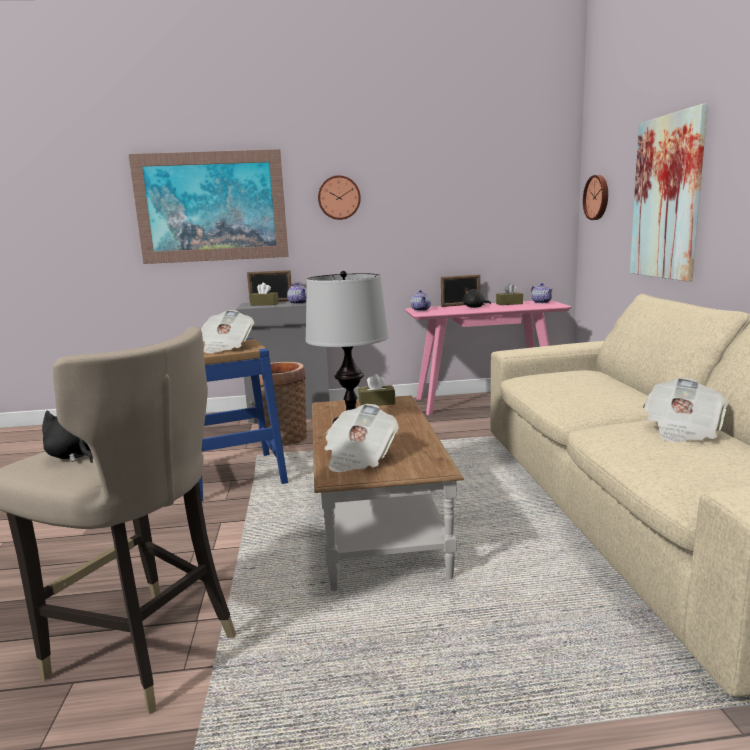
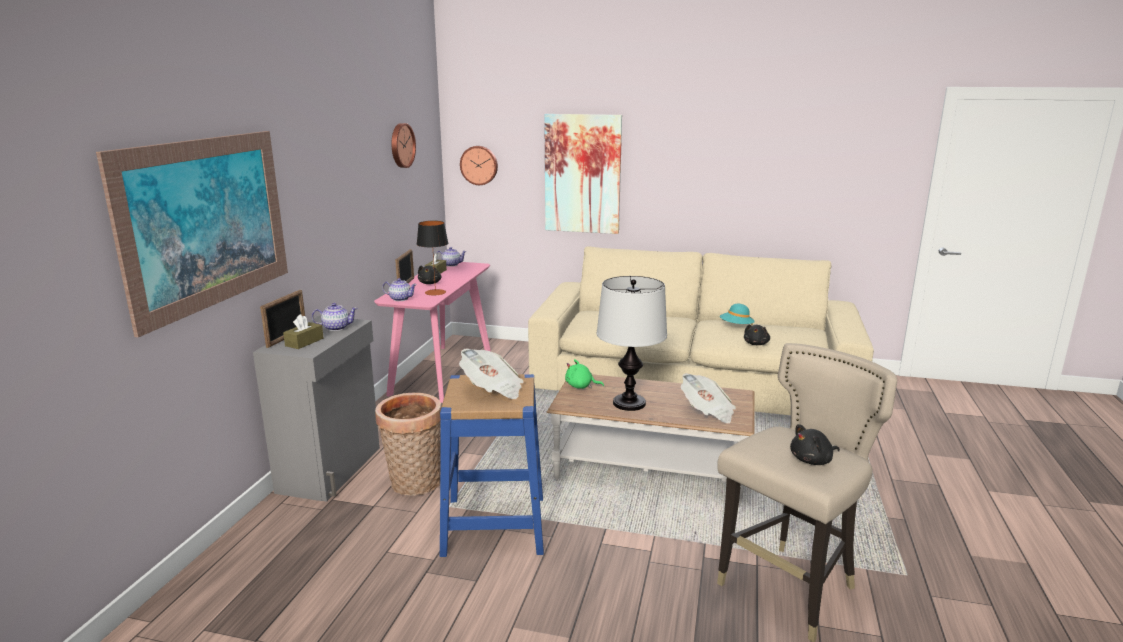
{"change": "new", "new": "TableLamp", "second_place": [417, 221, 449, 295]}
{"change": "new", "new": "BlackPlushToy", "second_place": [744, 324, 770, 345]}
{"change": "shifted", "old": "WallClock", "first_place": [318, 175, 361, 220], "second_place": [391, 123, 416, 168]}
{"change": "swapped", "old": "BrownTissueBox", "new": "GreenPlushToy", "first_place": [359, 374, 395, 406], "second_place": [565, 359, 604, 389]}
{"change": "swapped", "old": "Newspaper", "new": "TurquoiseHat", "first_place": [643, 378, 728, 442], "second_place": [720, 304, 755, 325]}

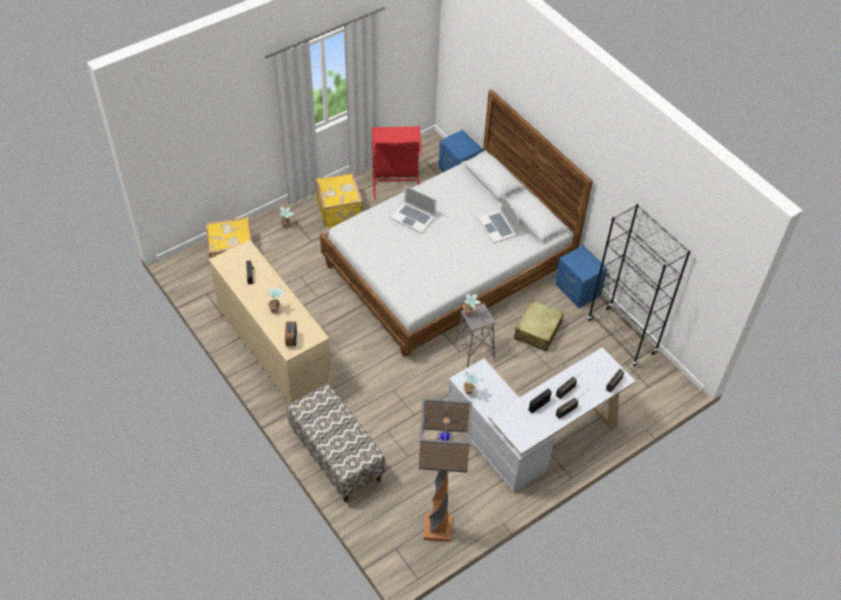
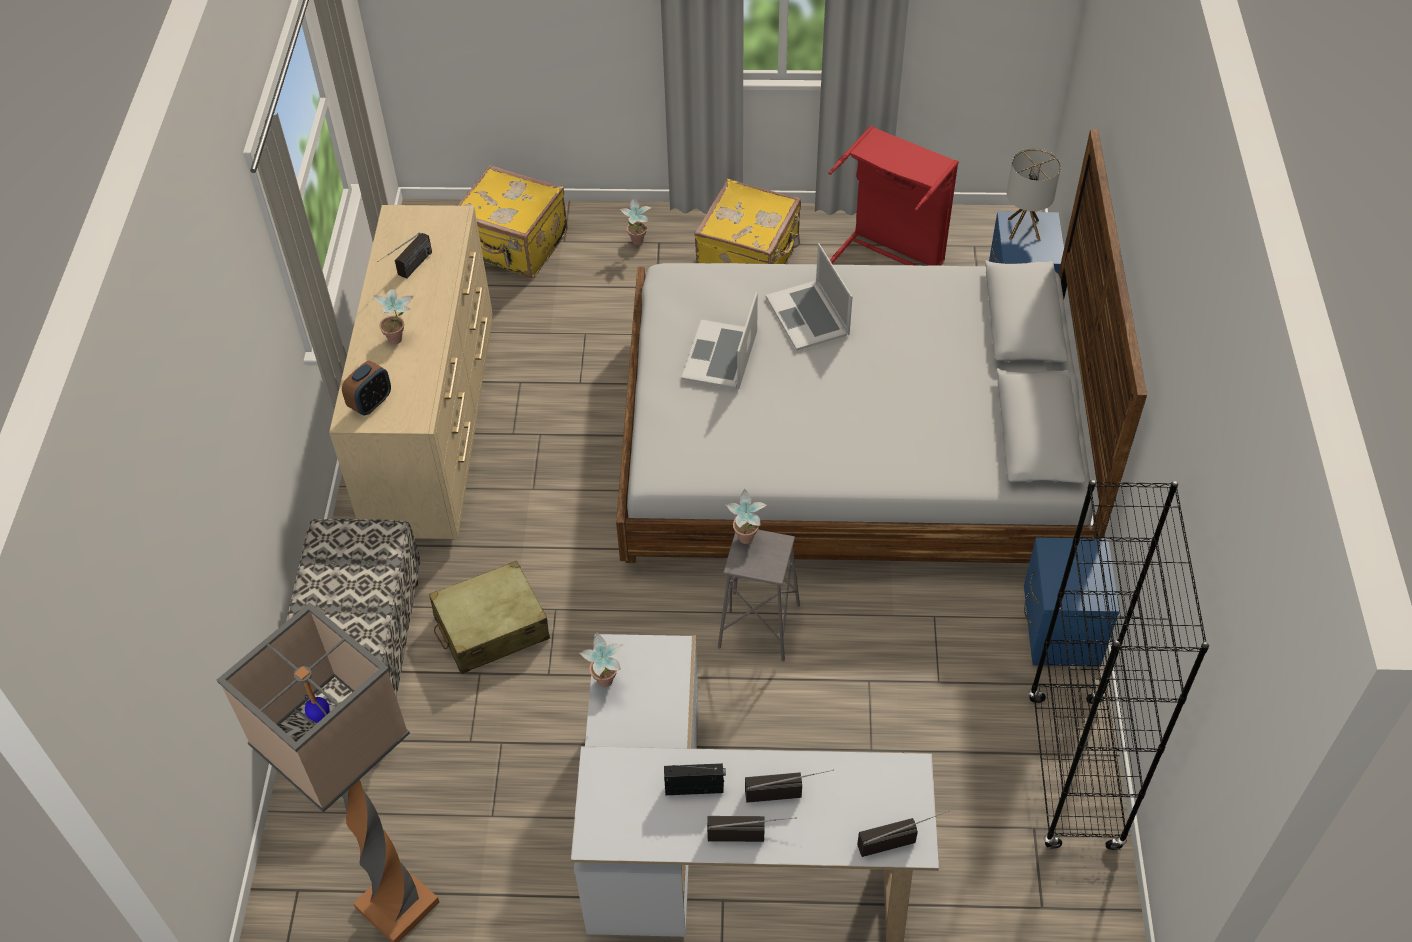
{"change": "new", "new": "TableLamp", "second_place": [1007, 148, 1061, 241]}
{"change": "shifted", "old": "Laptop", "first_place": [478, 194, 520, 243], "second_place": [681, 292, 758, 389]}
{"change": "shifted", "old": "BeigeSuitcase", "first_place": [514, 300, 564, 352], "second_place": [429, 561, 550, 674]}

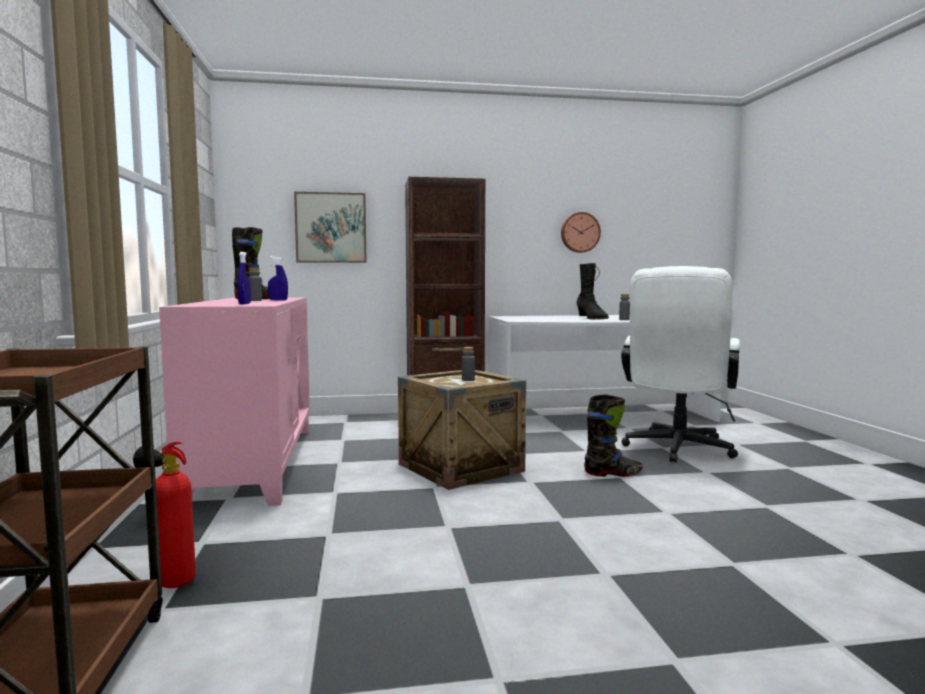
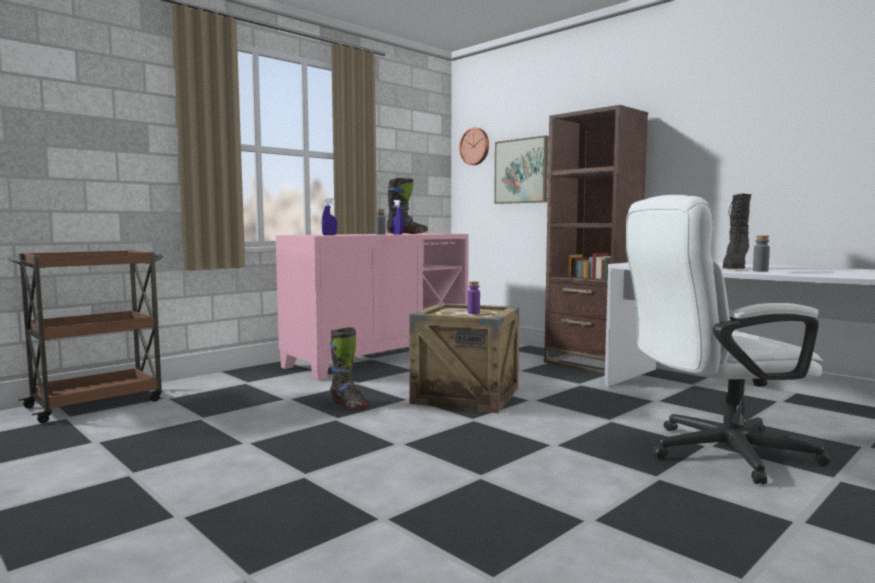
{"change": "gone", "old": "FireExtinguisher", "first_place": [133, 441, 196, 588]}
{"change": "shifted", "old": "WallClock", "first_place": [561, 212, 601, 253], "second_place": [459, 128, 489, 165]}
{"change": "shifted", "old": "BlackBoot", "first_place": [584, 394, 643, 477], "second_place": [330, 327, 368, 410]}
{"change": "repainted", "old": "GreyBottle", "new": "PurpleBottle", "first_place": [462, 347, 475, 381], "second_place": [468, 281, 480, 314]}

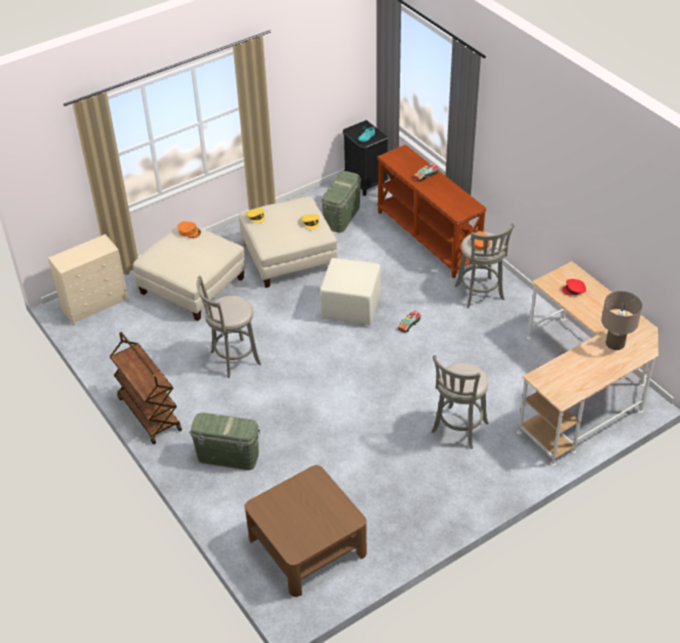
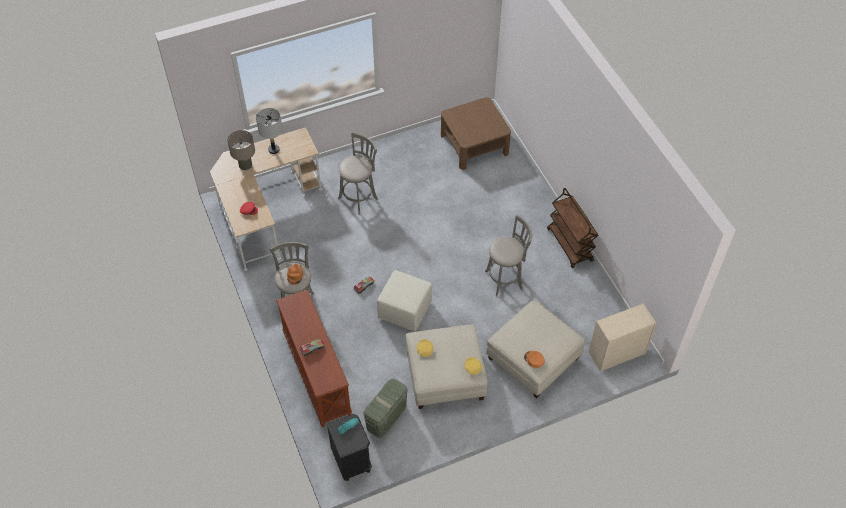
{"change": "gone", "old": "GreenStorageBox", "first_place": [189, 413, 260, 470]}
{"change": "new", "new": "GreyTableLamp", "second_place": [256, 108, 282, 154]}

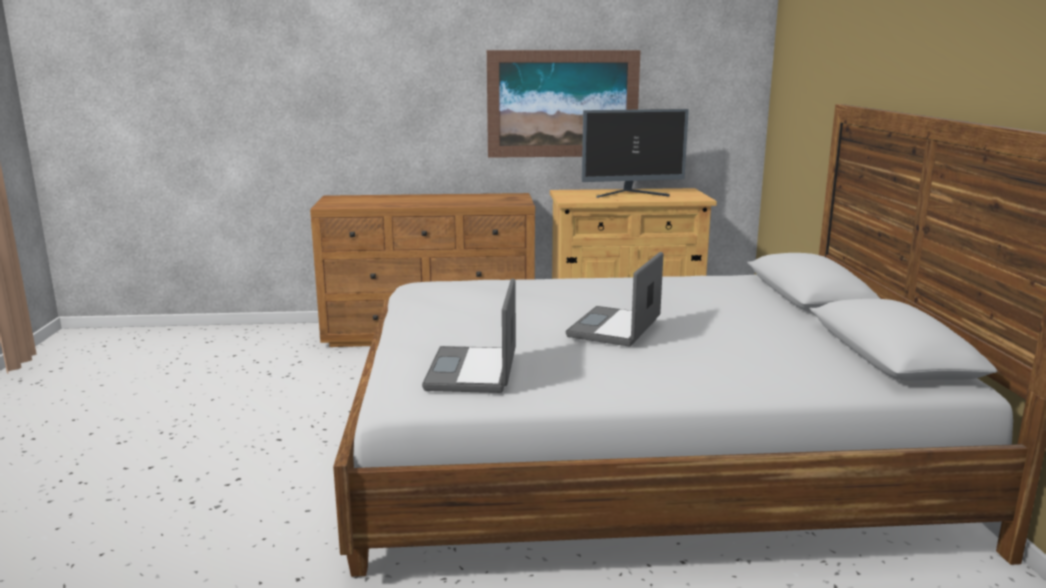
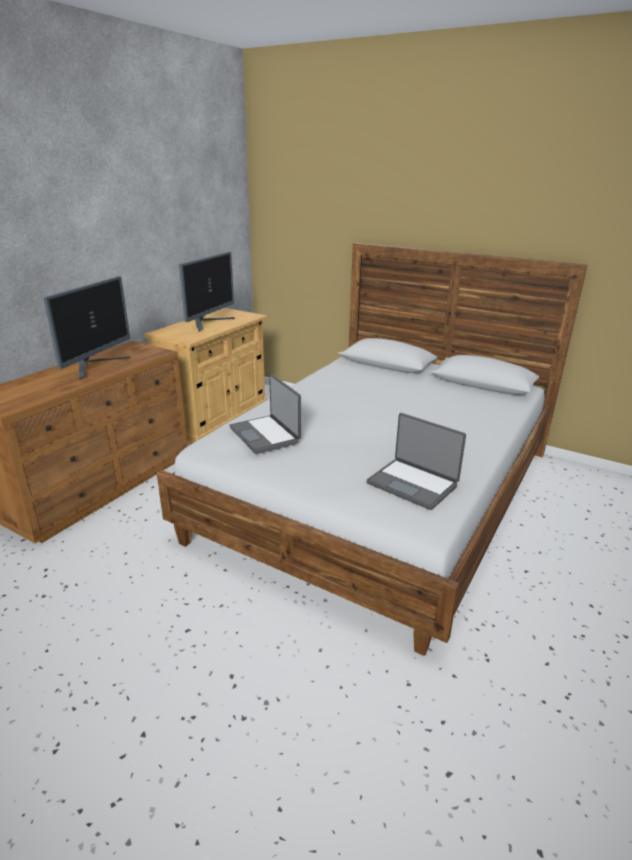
{"change": "gone", "old": "Picture", "first_place": [487, 50, 641, 158]}
{"change": "new", "new": "Monitor", "second_place": [43, 276, 130, 380]}
{"change": "shifted", "old": "Laptop", "first_place": [566, 252, 663, 346], "second_place": [229, 374, 301, 454]}

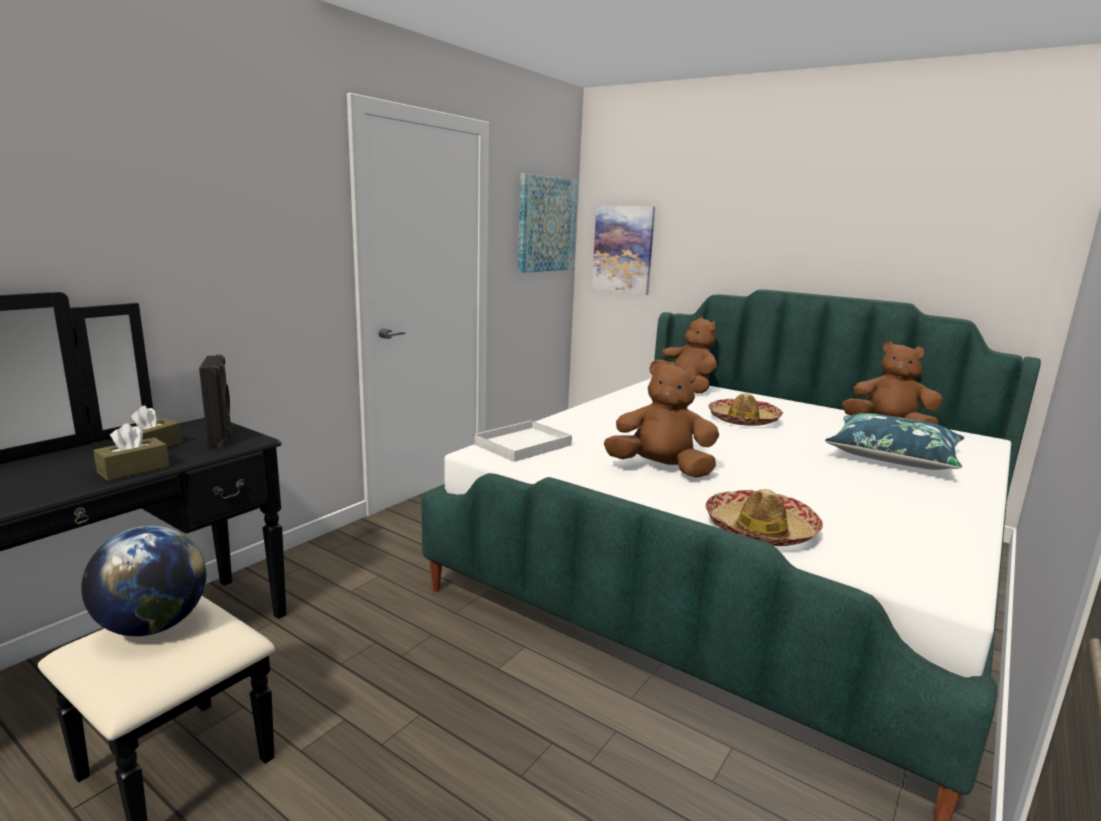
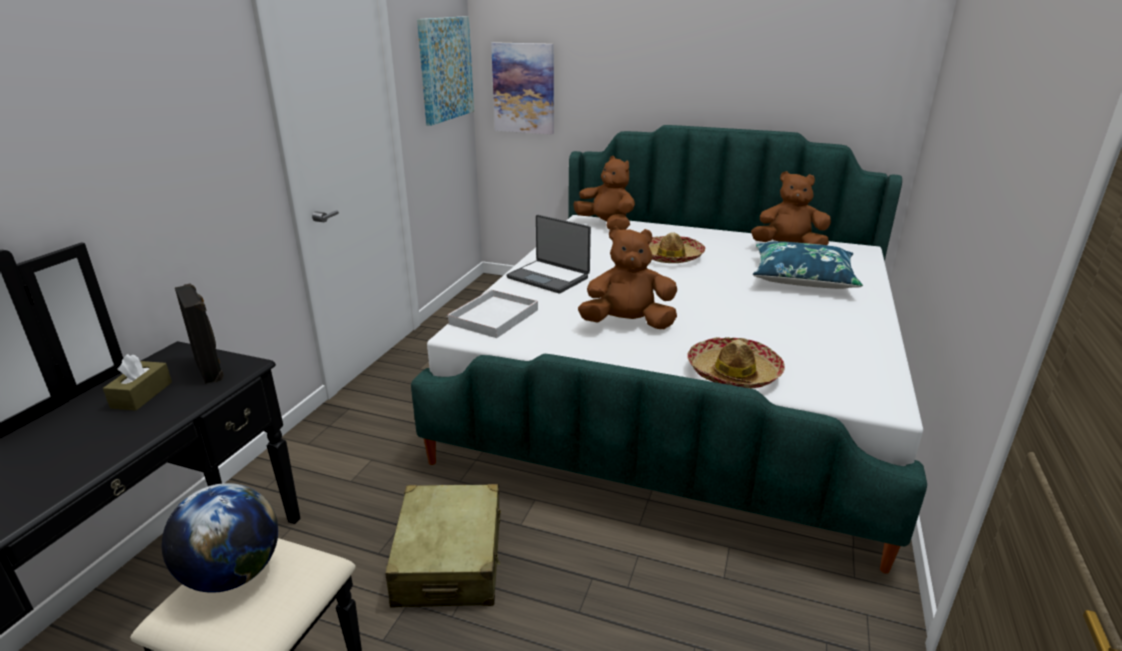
{"change": "gone", "old": "BrownTissueBox", "first_place": [93, 423, 169, 481]}
{"change": "new", "new": "BeigeSuitcase", "second_place": [385, 484, 501, 608]}
{"change": "new", "new": "Laptop", "second_place": [506, 215, 591, 293]}

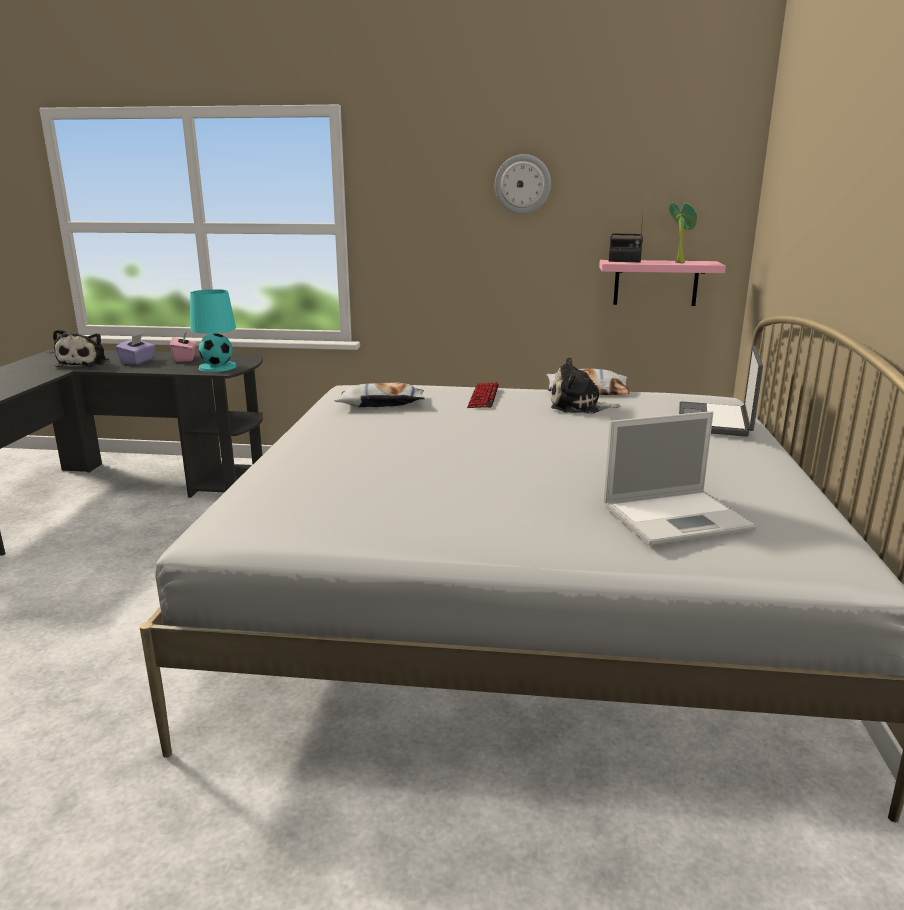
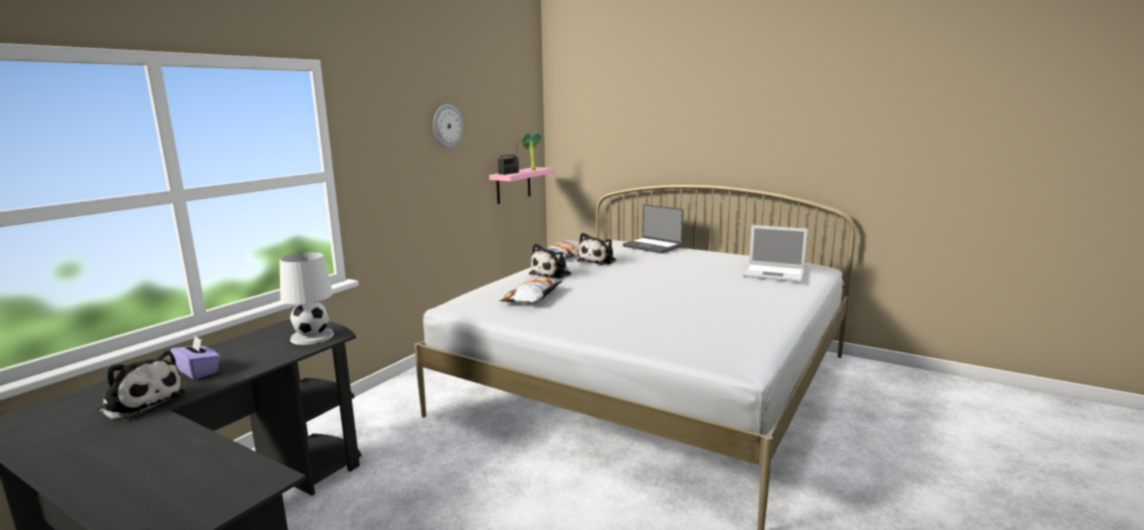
{"change": "gone", "old": "PinkTissueBox", "first_place": [170, 332, 196, 362]}
{"change": "swapped", "old": "Keyboard", "new": "PlushToy", "first_place": [467, 382, 499, 408], "second_place": [529, 244, 571, 279]}
{"change": "repainted", "old": "TurquoiseTableLamp", "new": "WhiteTableLamp", "first_place": [190, 289, 237, 372], "second_place": [280, 252, 334, 345]}
{"change": "rotated", "old": "Laptop", "first_place": [604, 411, 757, 545], "second_place": [743, 225, 808, 282], "degrees": 105}

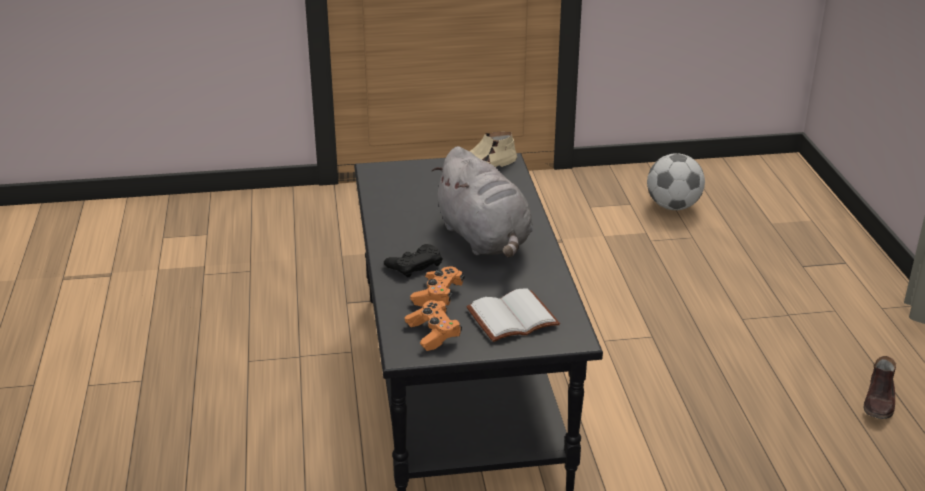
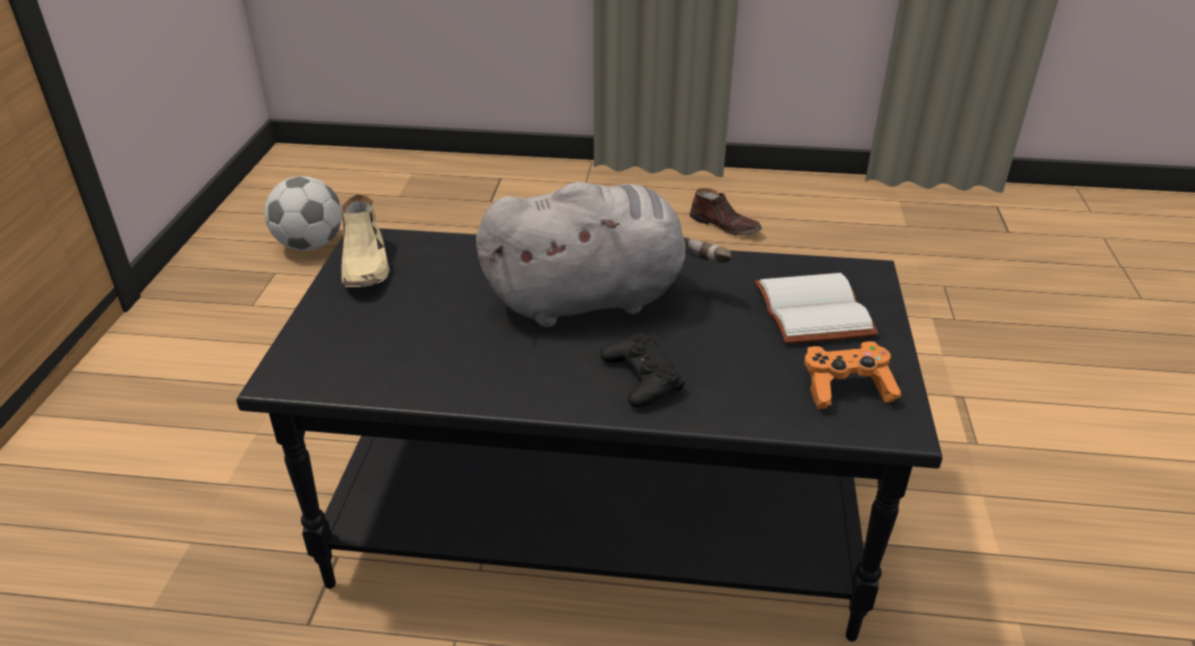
{"change": "gone", "old": "OrangeGameController", "first_place": [410, 266, 464, 307]}

